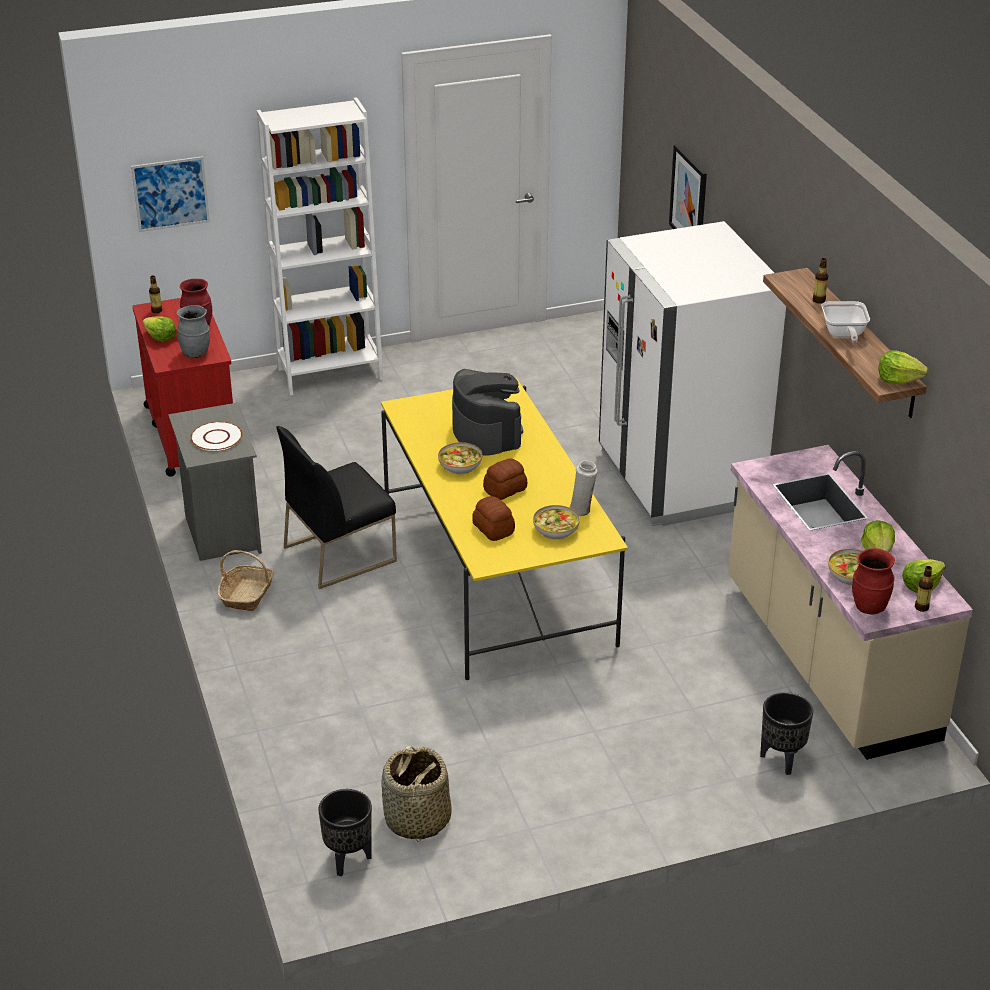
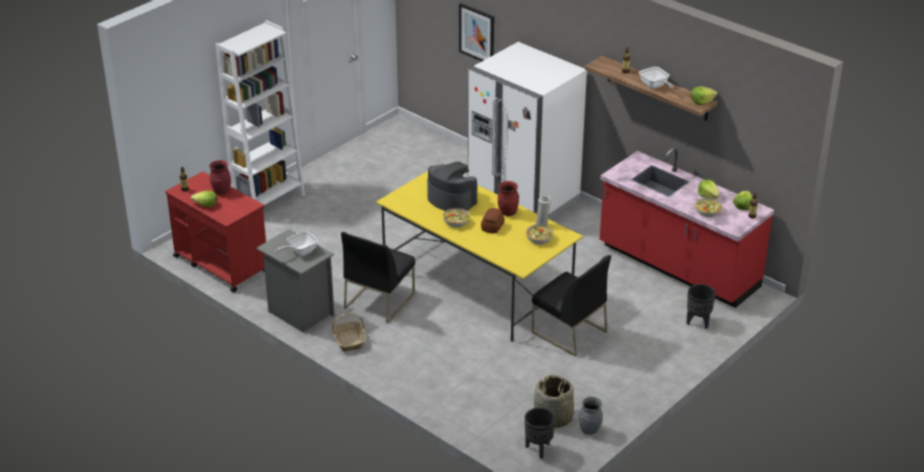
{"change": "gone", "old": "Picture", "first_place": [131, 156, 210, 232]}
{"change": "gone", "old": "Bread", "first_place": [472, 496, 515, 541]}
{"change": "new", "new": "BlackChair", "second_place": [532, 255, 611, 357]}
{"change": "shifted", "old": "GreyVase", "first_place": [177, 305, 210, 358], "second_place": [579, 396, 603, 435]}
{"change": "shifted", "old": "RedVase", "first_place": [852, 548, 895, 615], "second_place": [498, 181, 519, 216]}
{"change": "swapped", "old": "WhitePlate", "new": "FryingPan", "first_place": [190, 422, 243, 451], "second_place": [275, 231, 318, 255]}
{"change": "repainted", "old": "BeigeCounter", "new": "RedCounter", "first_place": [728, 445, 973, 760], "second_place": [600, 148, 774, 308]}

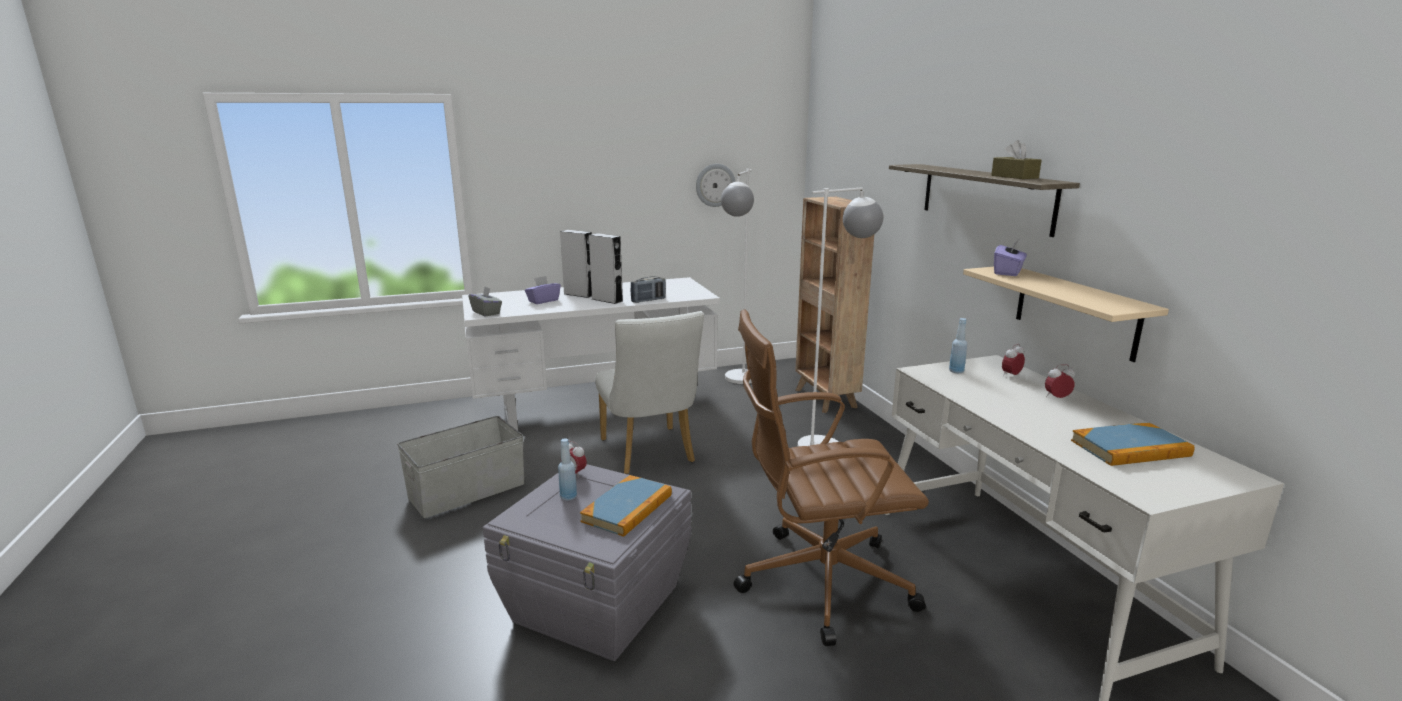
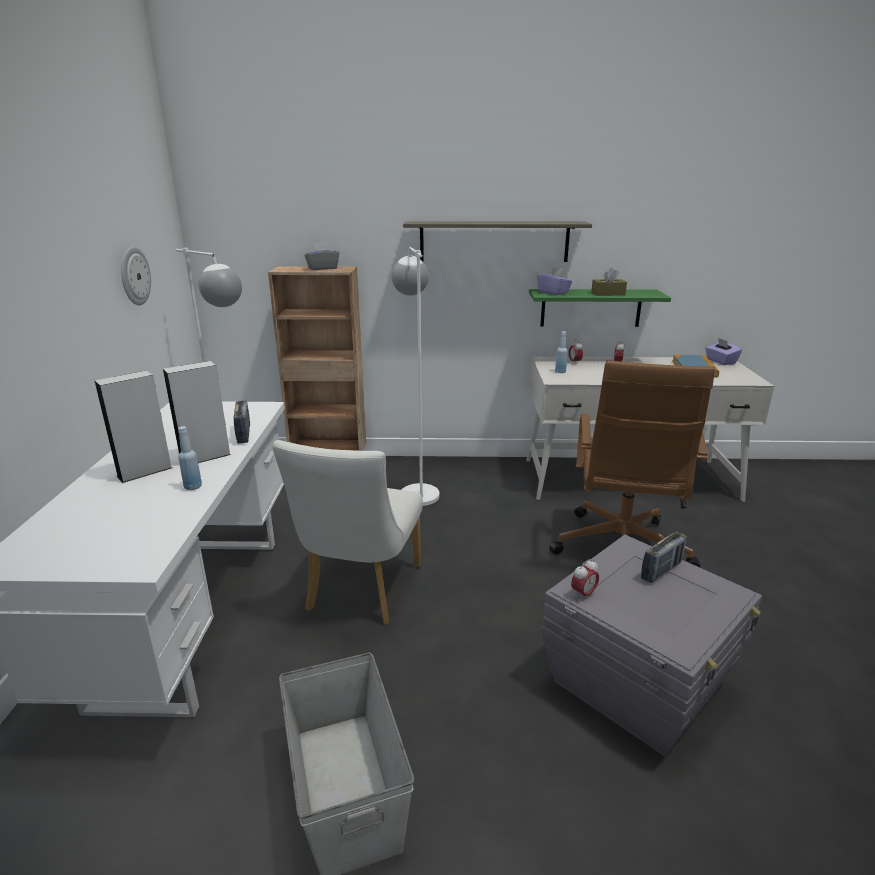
{"change": "shifted", "old": "GreyTissueBox", "first_place": [469, 287, 502, 317], "second_place": [305, 242, 339, 270]}
{"change": "shifted", "old": "PurpleTissueBox", "first_place": [525, 276, 561, 304], "second_place": [705, 338, 742, 365]}
{"change": "shifted", "old": "BlueBottle", "first_place": [558, 438, 577, 501], "second_place": [178, 426, 202, 490]}
{"change": "shifted", "old": "BrownTissueBox", "first_place": [991, 140, 1042, 179], "second_place": [591, 268, 627, 296]}
{"change": "swapped", "old": "Book", "new": "Radio", "first_place": [580, 475, 672, 537], "second_place": [641, 532, 687, 583]}
{"change": "repainted", "old": "BeigeShelf", "new": "GreenShelf", "first_place": [963, 267, 1169, 362], "second_place": [529, 289, 671, 327]}
{"change": "rotated", "old": "WhiteChair", "first_place": [595, 311, 704, 474], "second_place": [272, 440, 423, 624], "degrees": 105}

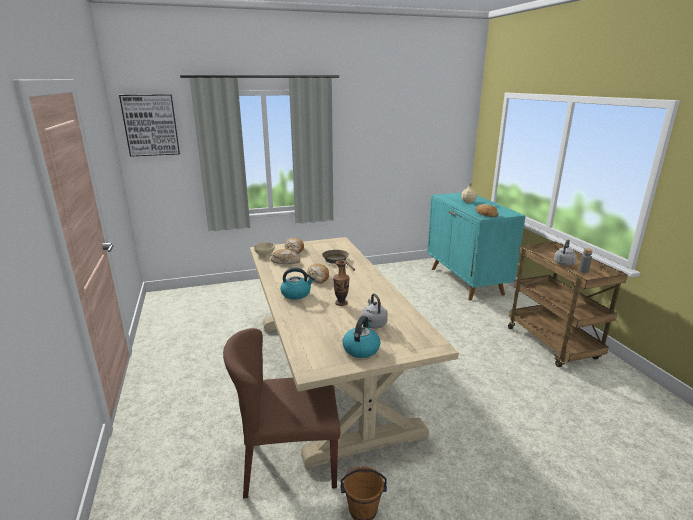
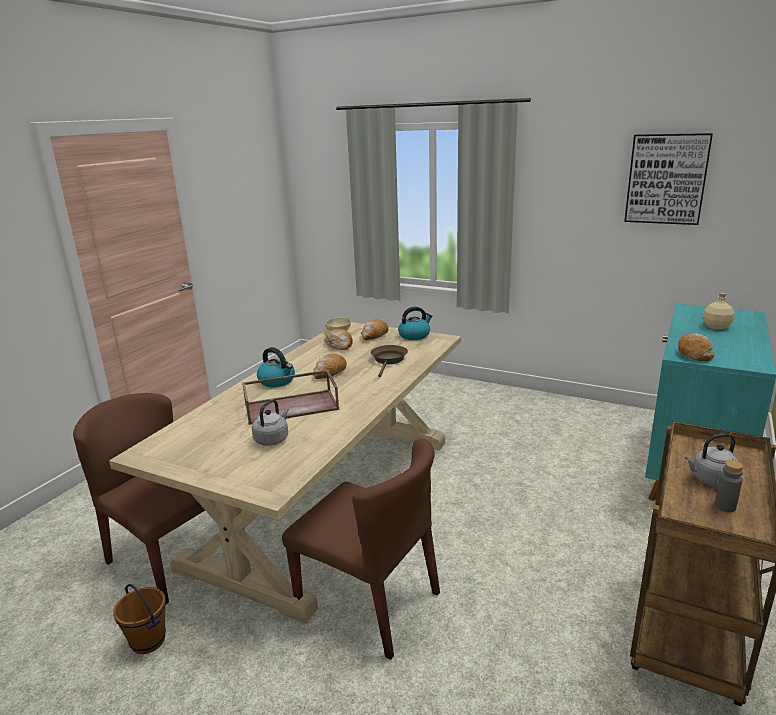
{"change": "new", "new": "BrownChair", "second_place": [282, 438, 440, 660]}
{"change": "shifted", "old": "Picture", "first_place": [119, 94, 180, 157], "second_place": [624, 133, 713, 225]}
{"change": "shifted", "old": "Kettle", "first_place": [343, 316, 380, 358], "second_place": [398, 307, 433, 340]}
{"change": "swapped", "old": "Vase", "new": "BrownTray", "first_place": [333, 260, 350, 306], "second_place": [242, 370, 339, 425]}

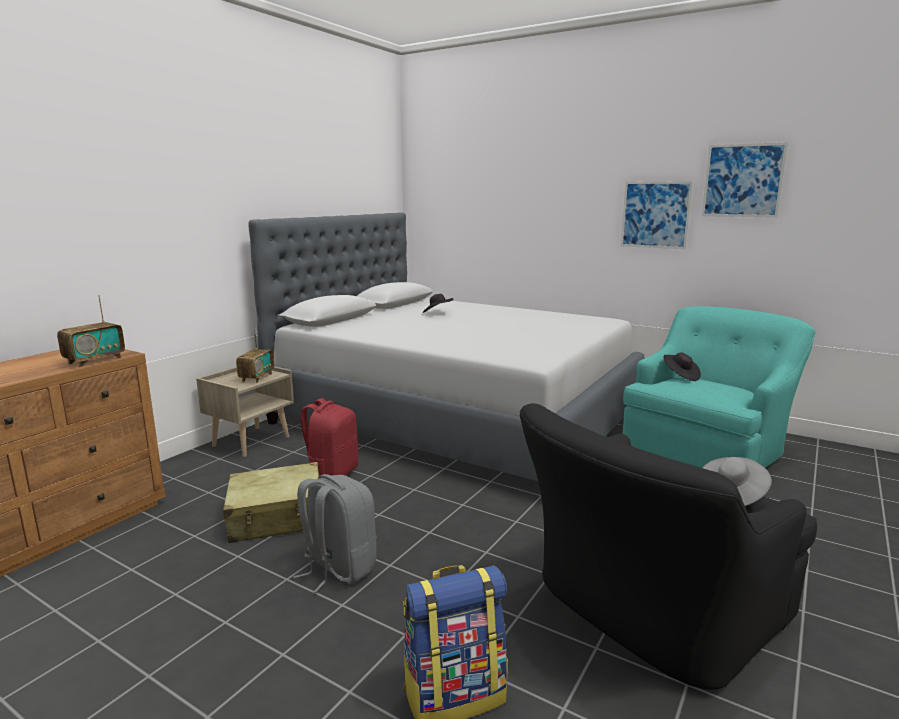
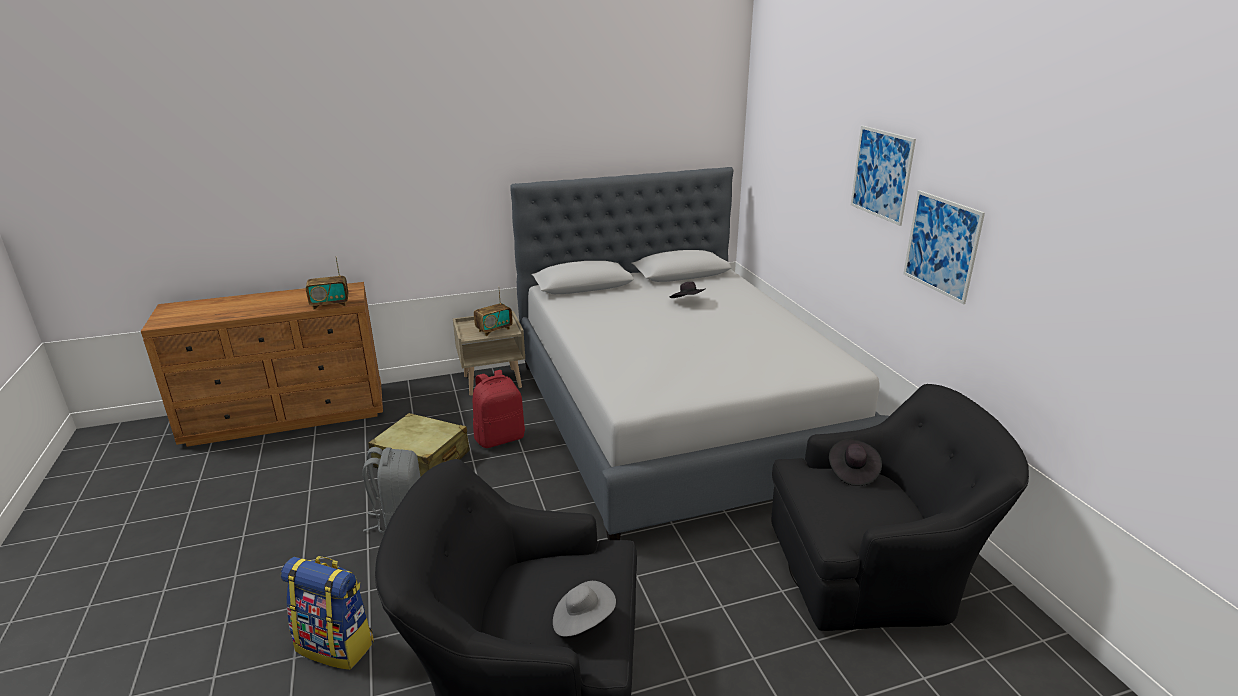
{"change": "shifted", "old": "Picture", "first_place": [702, 142, 788, 218], "second_place": [851, 126, 916, 226]}
{"change": "repainted", "old": "TurquoiseArmchair", "new": "BlackArmchair", "first_place": [623, 306, 816, 468], "second_place": [771, 384, 1029, 631]}

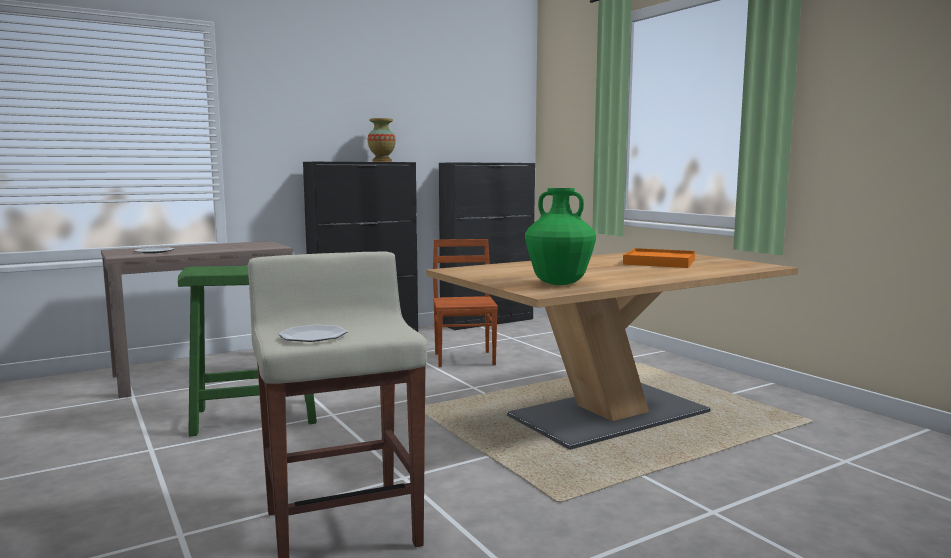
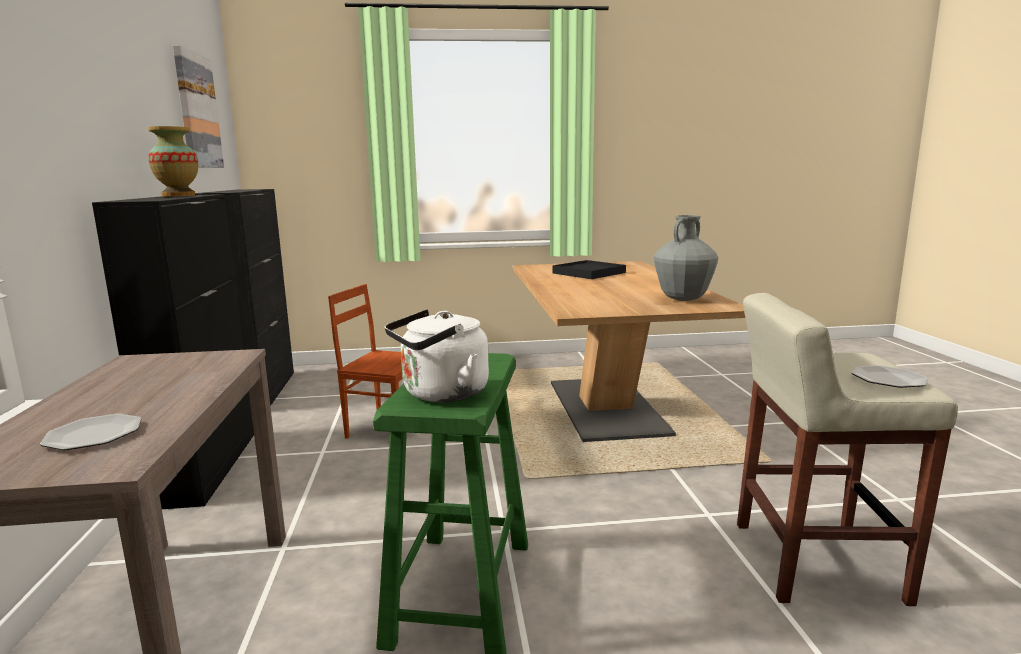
{"change": "new", "new": "Picture", "second_place": [173, 45, 224, 168]}
{"change": "new", "new": "WhiteKettle", "second_place": [385, 309, 489, 402]}
{"change": "repainted", "old": "GreenVase", "new": "GreyVase", "first_place": [525, 188, 596, 285], "second_place": [654, 215, 718, 301]}
{"change": "repainted", "old": "OrangeTray", "new": "BlackTray", "first_place": [623, 248, 695, 268], "second_place": [552, 260, 626, 279]}

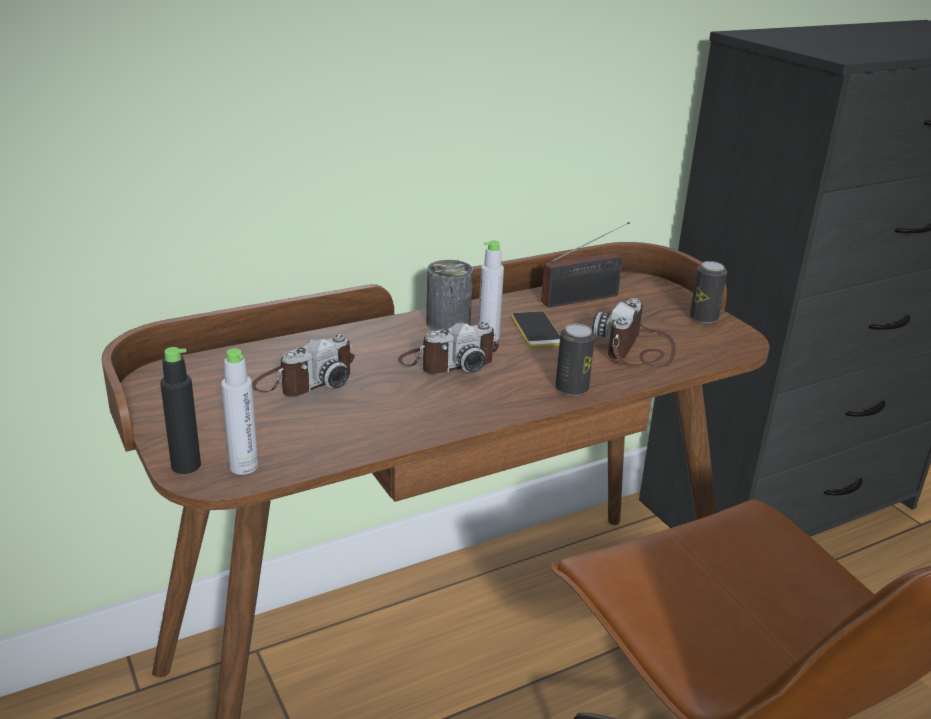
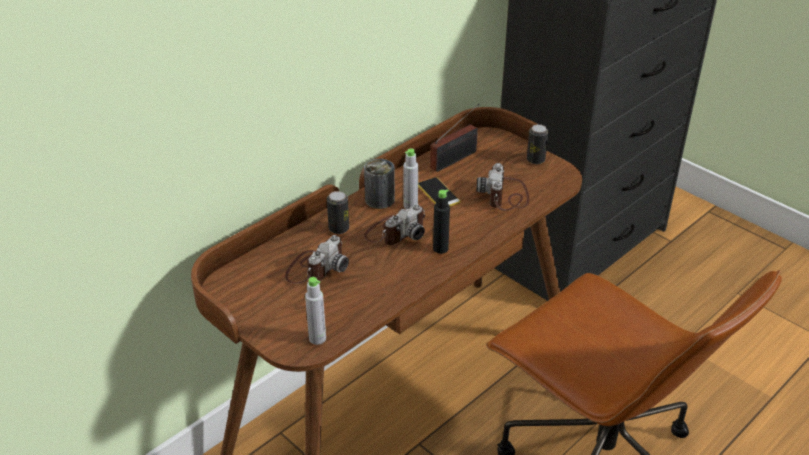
{"change": "shifted", "old": "BlackBottle", "first_place": [160, 347, 201, 474], "second_place": [433, 189, 450, 254]}
{"change": "shifted", "old": "Can", "first_place": [555, 324, 595, 396], "second_place": [327, 191, 349, 234]}

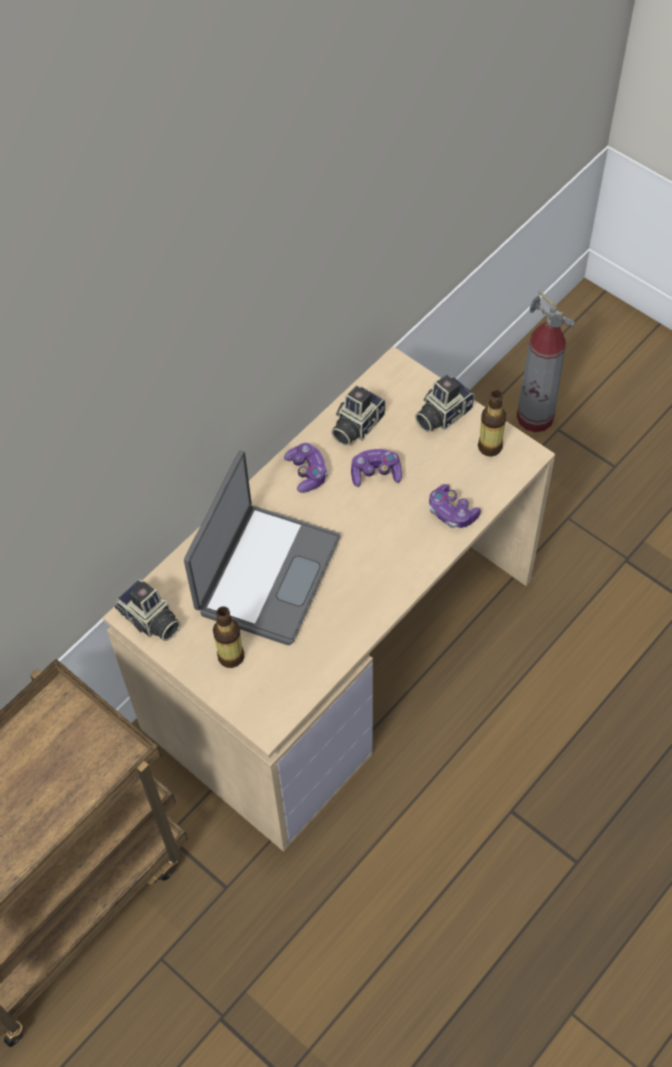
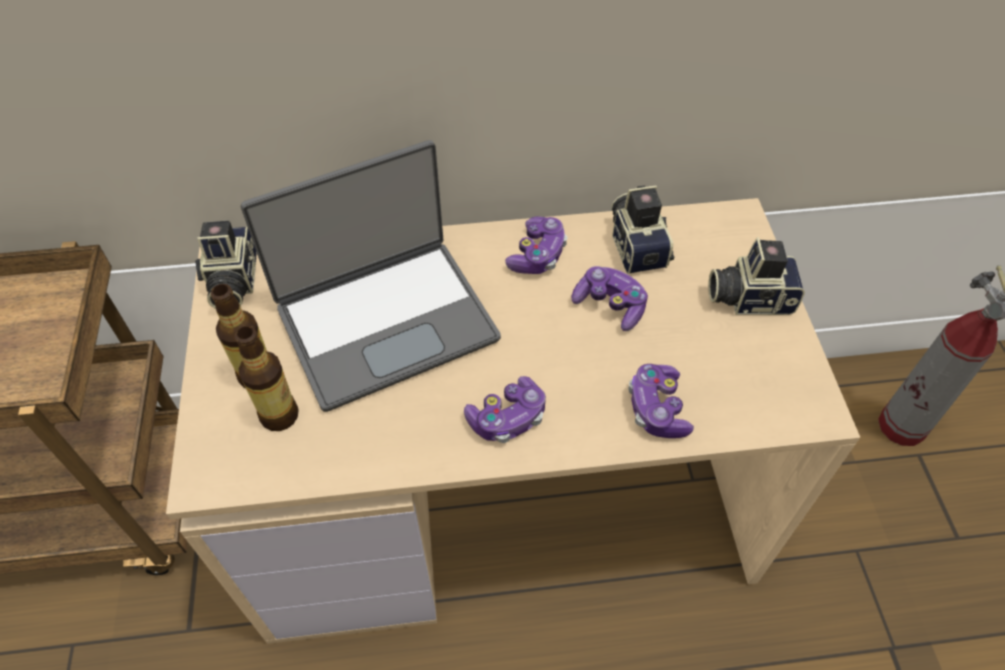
{"change": "new", "new": "GameController", "second_place": [464, 376, 546, 443]}
{"change": "shifted", "old": "Bottle", "first_place": [478, 390, 506, 457], "second_place": [235, 326, 299, 431]}
{"change": "rotated", "old": "PhotoCamera", "first_place": [331, 386, 386, 446], "second_place": [612, 185, 674, 274], "degrees": 90}

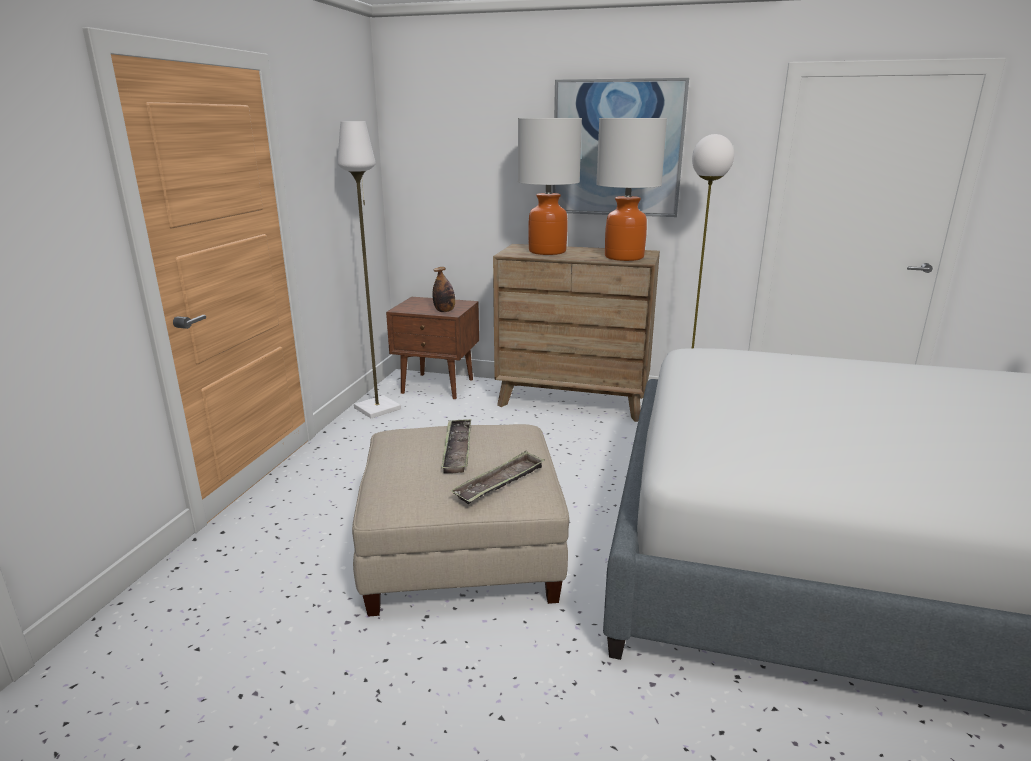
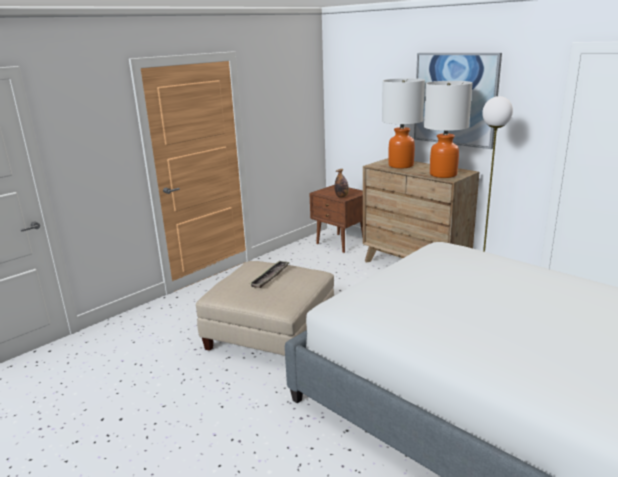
{"change": "gone", "old": "WhiteFloorLamp", "first_place": [337, 121, 401, 418]}
{"change": "gone", "old": "Tray", "first_place": [451, 451, 544, 504]}

